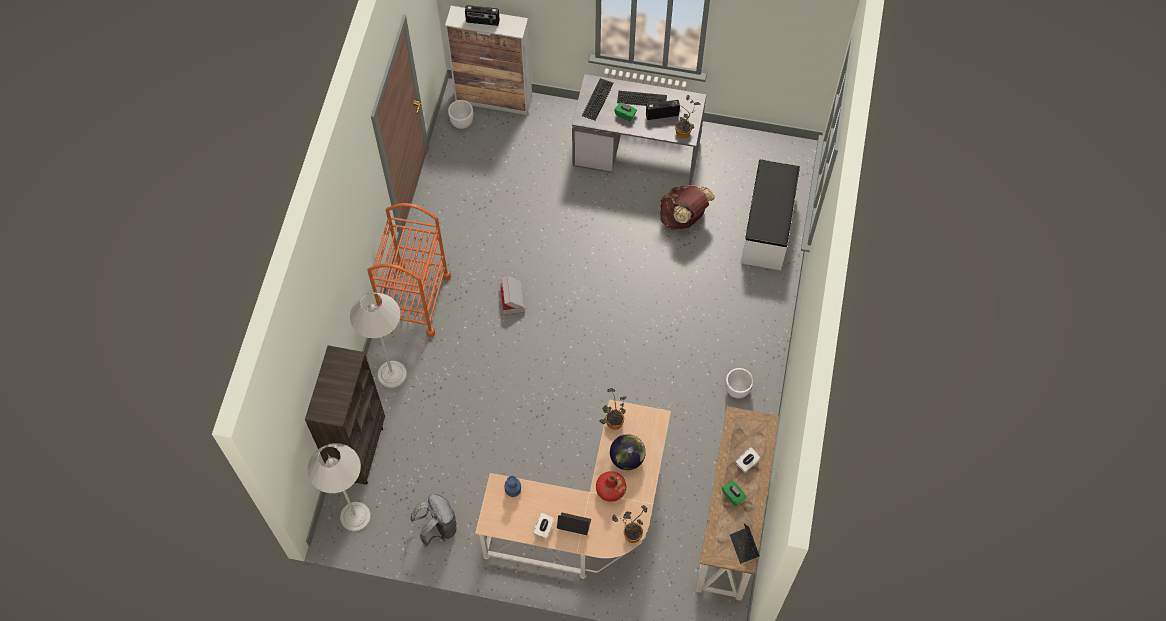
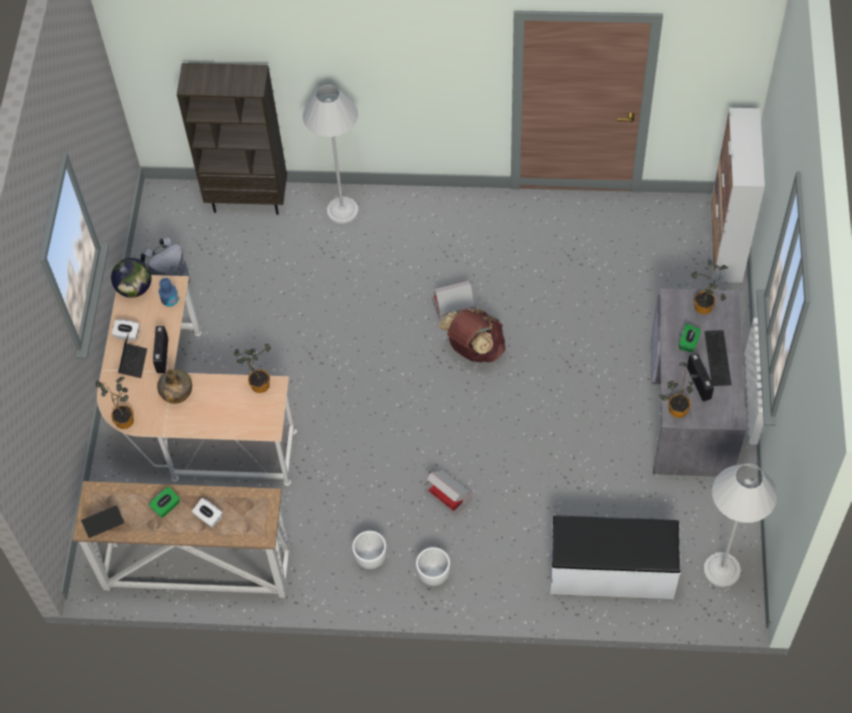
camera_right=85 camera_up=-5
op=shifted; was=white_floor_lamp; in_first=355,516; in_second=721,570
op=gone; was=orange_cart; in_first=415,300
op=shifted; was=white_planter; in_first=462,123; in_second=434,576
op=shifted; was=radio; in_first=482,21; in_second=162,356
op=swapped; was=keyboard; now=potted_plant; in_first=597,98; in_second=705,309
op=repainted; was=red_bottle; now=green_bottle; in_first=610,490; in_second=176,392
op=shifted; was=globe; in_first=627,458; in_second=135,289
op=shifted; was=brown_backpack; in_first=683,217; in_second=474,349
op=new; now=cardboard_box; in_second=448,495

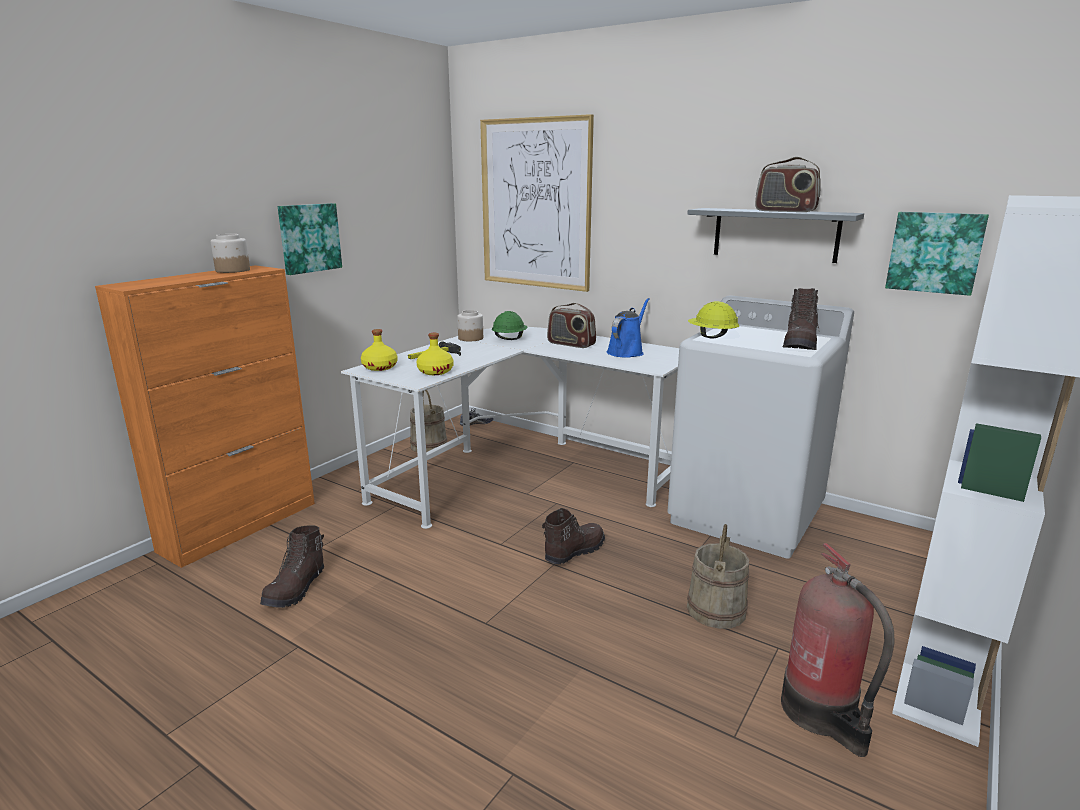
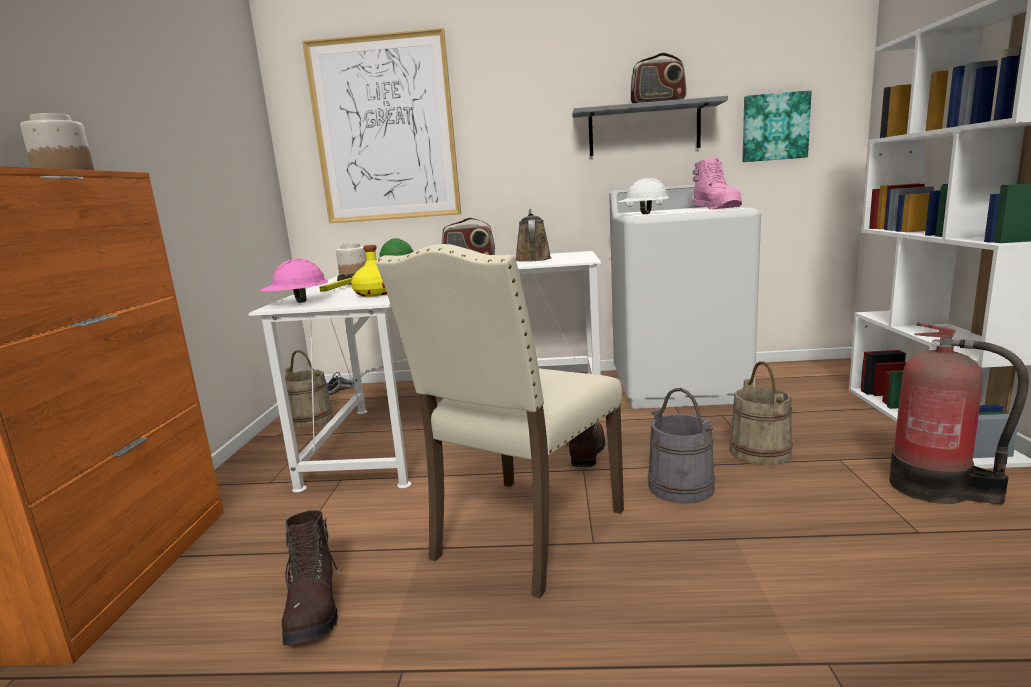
camera_right=-30 camera_up=-5
op=gone; was=picture; in_first=309,238
op=swapped; was=yellow_bottle; now=pink_hard_hat; in_first=380,367; in_second=297,302
op=repainted; was=blue_watering_can; now=brown_watering_can; in_first=626,352; in_second=532,259
op=repainted; was=yellow_hard_hat; now=white_hard_hat; in_first=711,337; in_second=643,214
op=repainted; was=brown_boot; now=pink_boot; in_first=799,344; in_second=717,208
op=new; now=beige_chair; in_second=523,534
op=new; now=grey_bucket; in_second=681,487

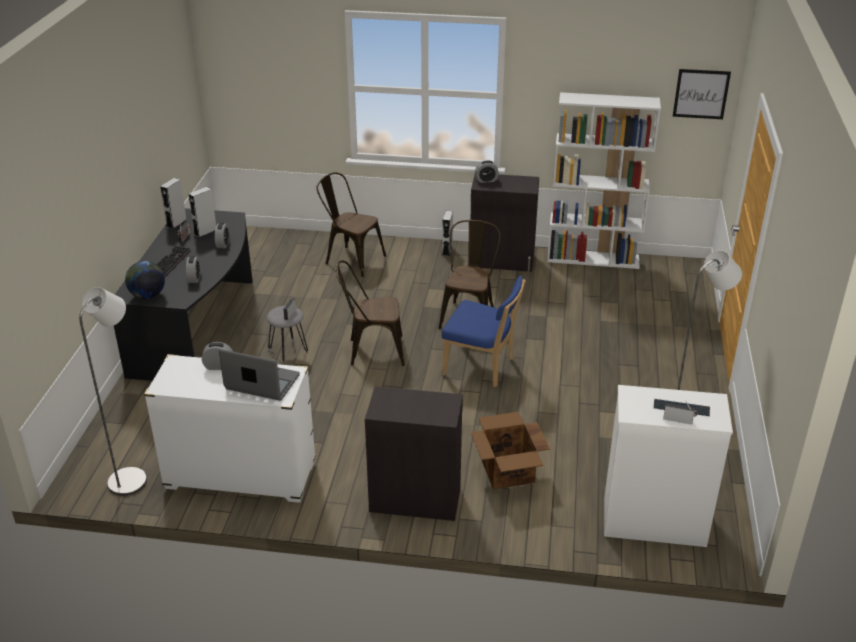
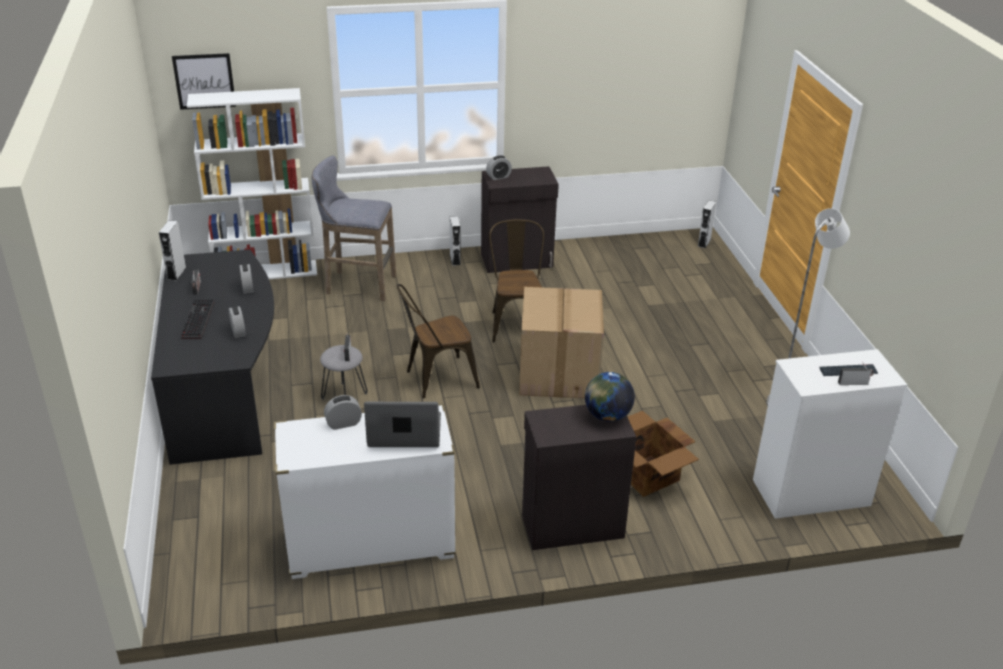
camera_right=-20 camera_up=0
op=gone; was=grey_floor_lamp; in_first=133,477
op=shifted; was=globe; in_first=147,295; in_second=607,416
op=shifted; was=grey_speaker; in_first=205,232; in_second=704,242
op=swapped; was=brown_chair; now=grey_stool; in_first=351,259; in_second=357,285
op=swapped; was=blue_chair; now=cardboard_box; in_first=481,367; in_second=560,374
op=shifted; was=white_bookcase; in_first=593,258; in_second=266,272
op=shifted; was=picture; in_first=701,94; in_second=204,81

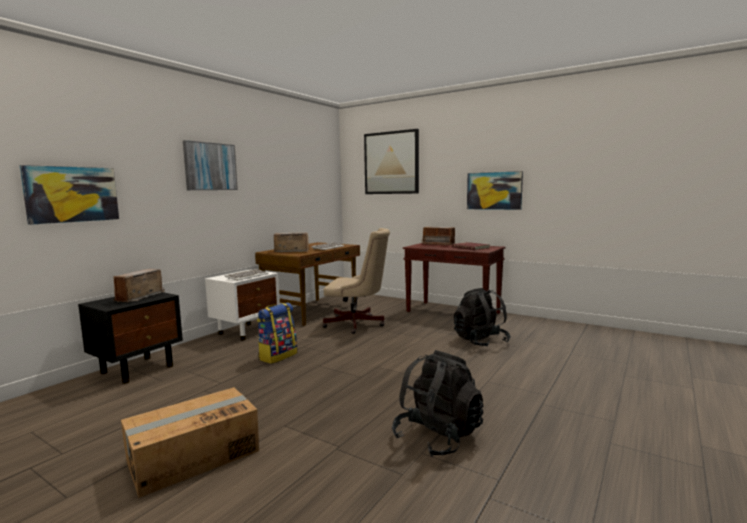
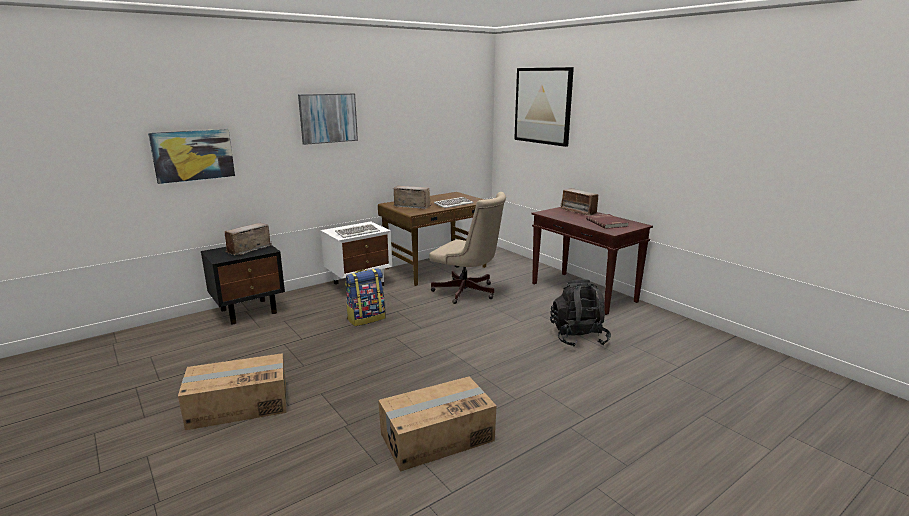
camera_right=20 camera_up=10
op=swapped; was=black_backpack; now=cardboard_box; in_first=438,437; in_second=436,437
op=gone; was=picture; in_first=494,191

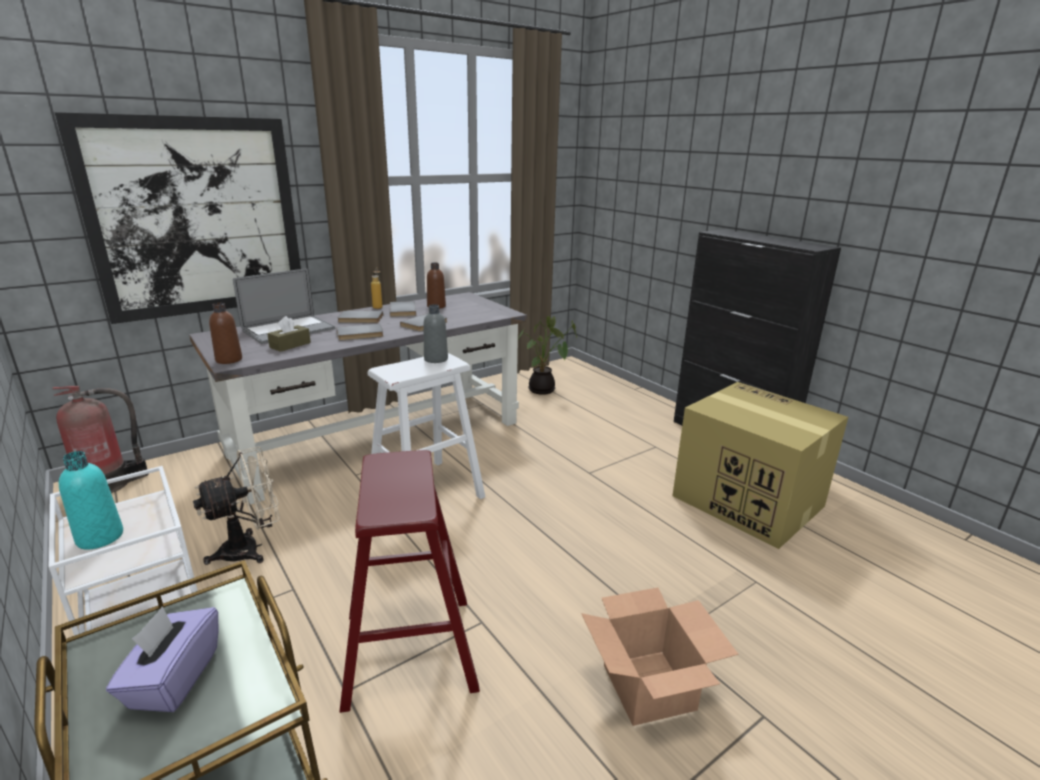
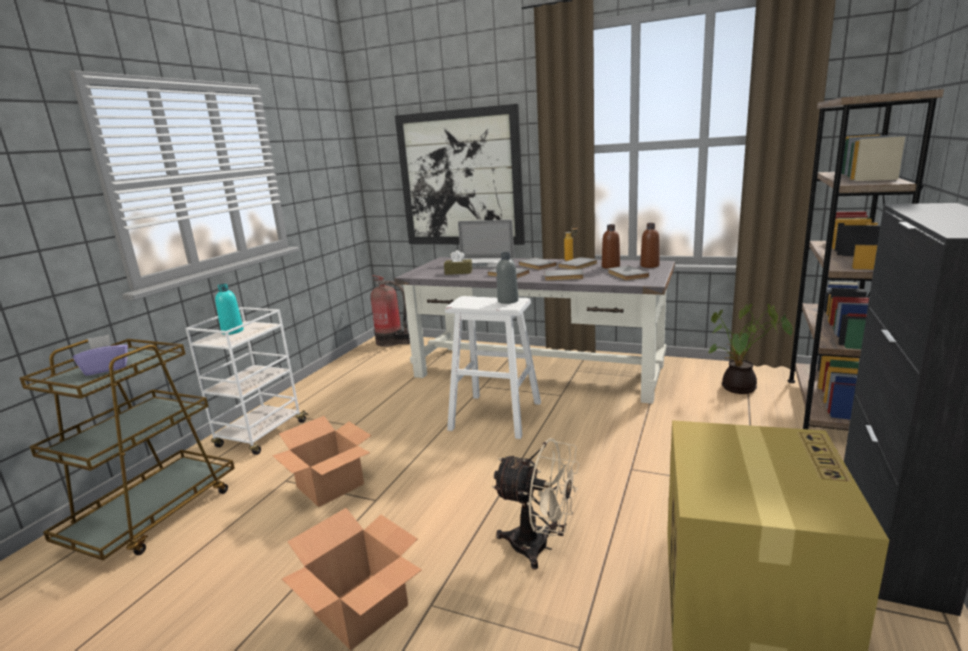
camera_right=60 camera_up=-5
op=shifted; was=beige_fan; in_first=250,548; in_second=540,547
op=shifted; was=brown_bottle; in_first=229,360; in_second=649,266
op=swapped; was=red_stool; now=cardboard_box; in_first=410,649; in_second=331,485
op=new; now=grey_book; in_second=626,275
op=new; now=brown_bookcase; in_second=827,410

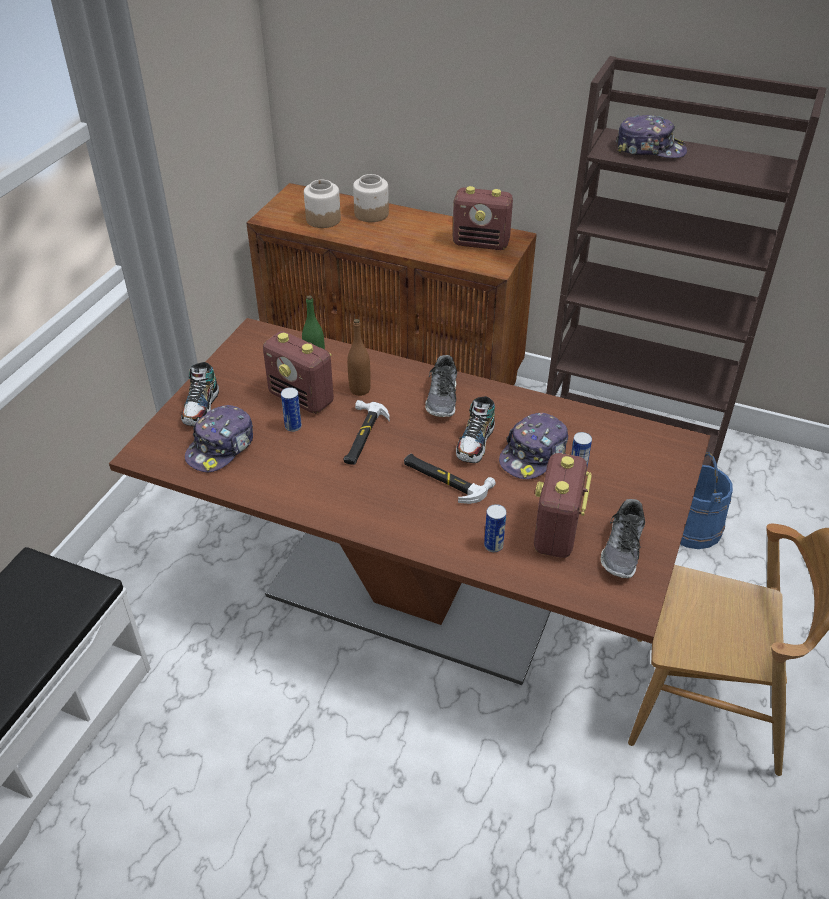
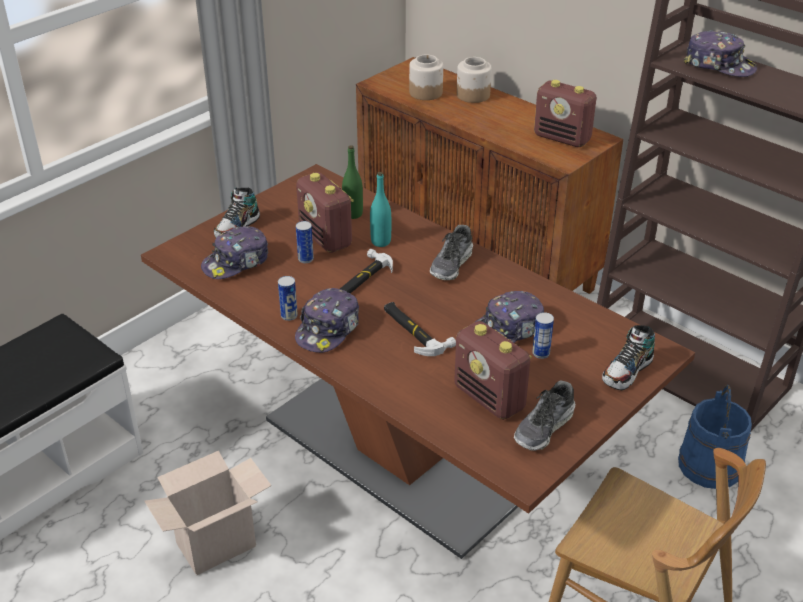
camera_right=20 camera_up=-5
op=repainted; was=brown_bottle; now=turquoise_bottle; in_first=360,389; in_second=381,242
op=shifted; was=shoe; in_first=475,443; in_second=627,371
op=shifted; was=can; in_first=493,545; in_second=289,316
op=rotated; was=radio; in_first=556,532; in_second=490,398; clockwise=-75
op=new; now=cardboard_box; in_second=217,542
op=new; now=cap; in_second=328,329

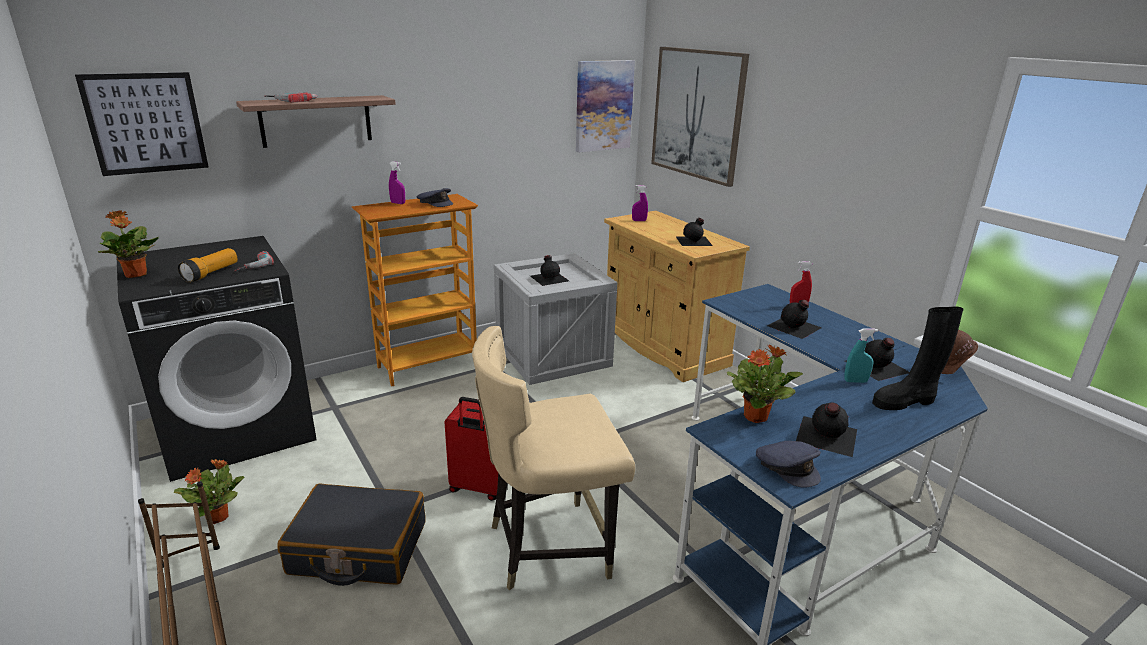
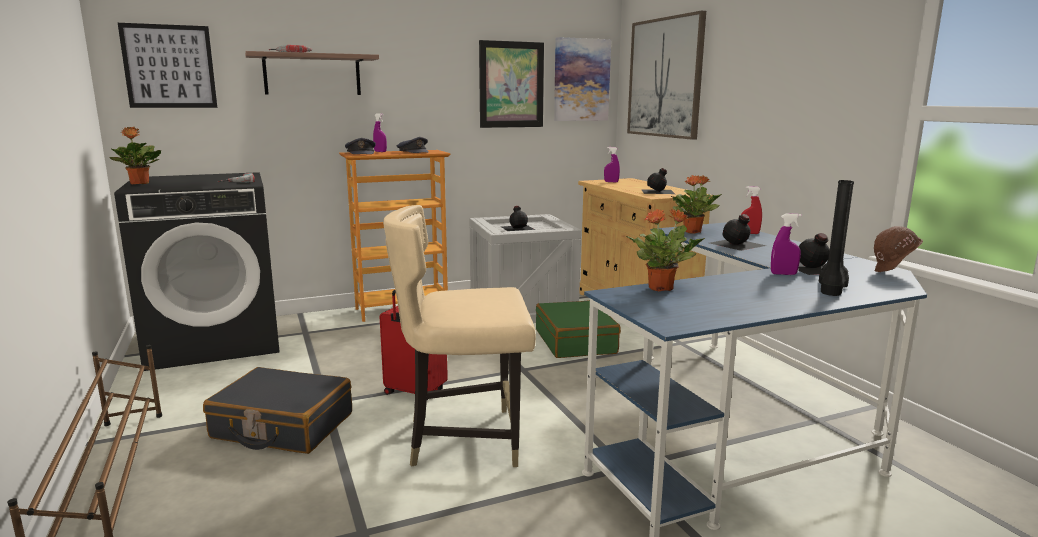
camera_right=10 camera_up=-10
op=shifted; was=potted_plant; in_first=218,517; in_second=692,231
op=gone; was=flashlight; in_first=211,273
op=shifted; was=grey_cap; in_first=788,467; in_second=361,153
op=gone; was=black_bottle; in_first=825,435
op=repainted; was=turquoise_spray_bottle; now=purple_spray_bottle; in_first=855,381; in_second=783,274
op=rotated; was=black_boot; in_first=905,401; in_second=832,287; clockwise=120
op=new; now=picture; in_second=511,85
op=new; now=green_suitcase; in_second=576,342

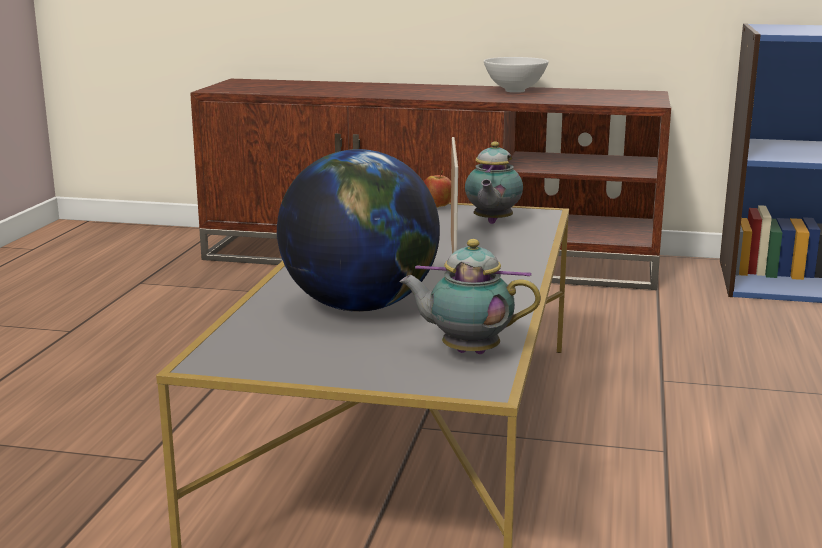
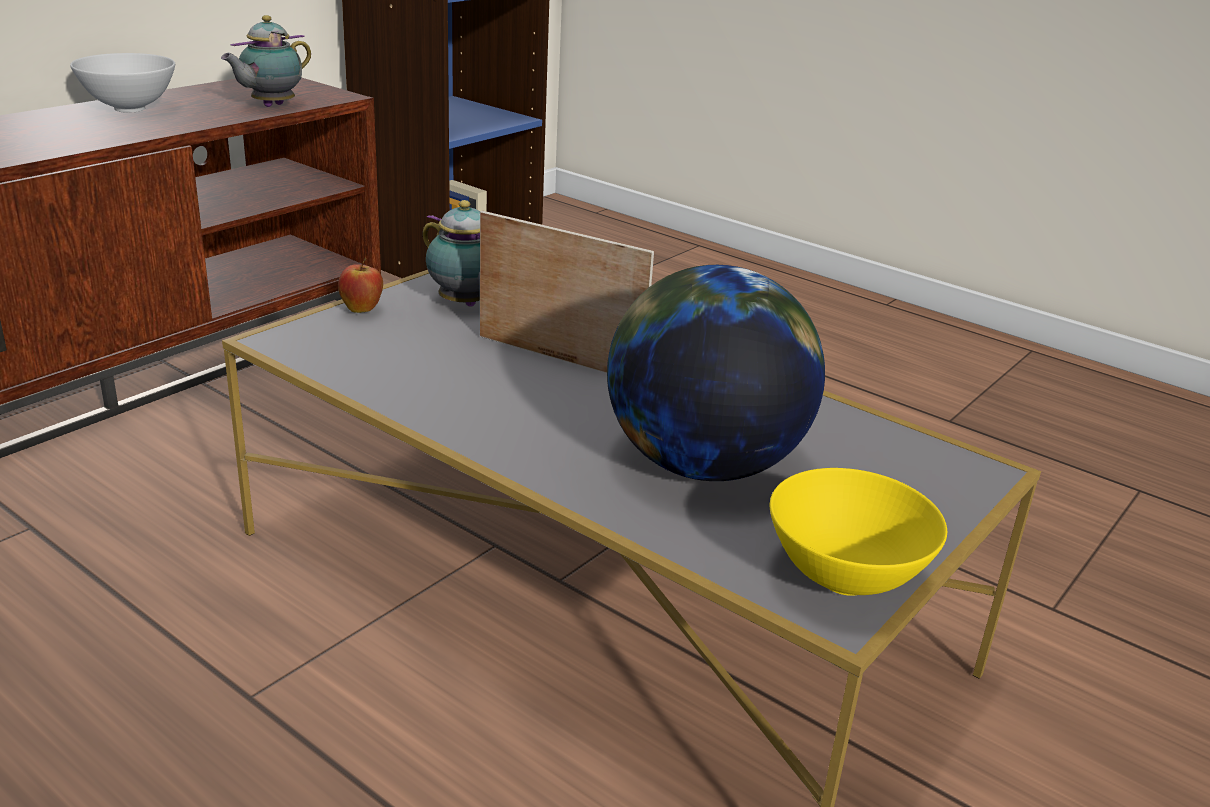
camera_right=-65 camera_up=10
op=shifted; was=teapot; in_first=466,352; in_second=270,106
op=new; now=yellow_bowl; in_second=844,580

